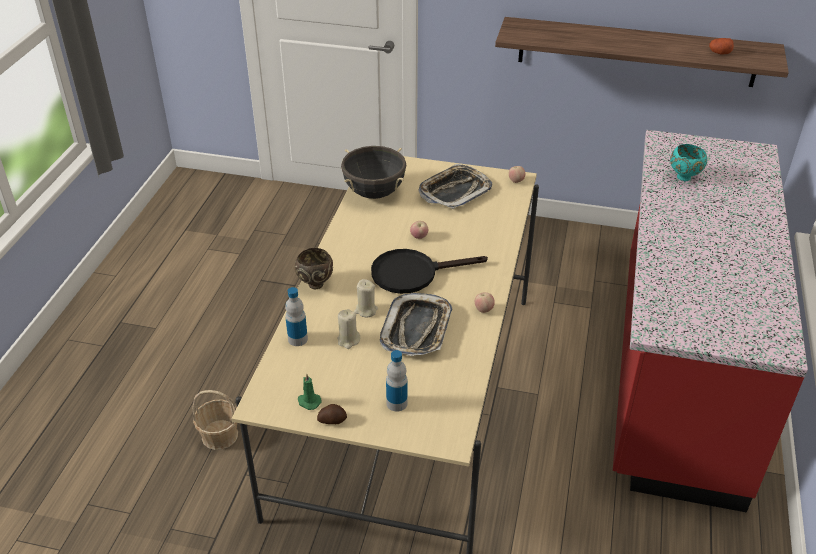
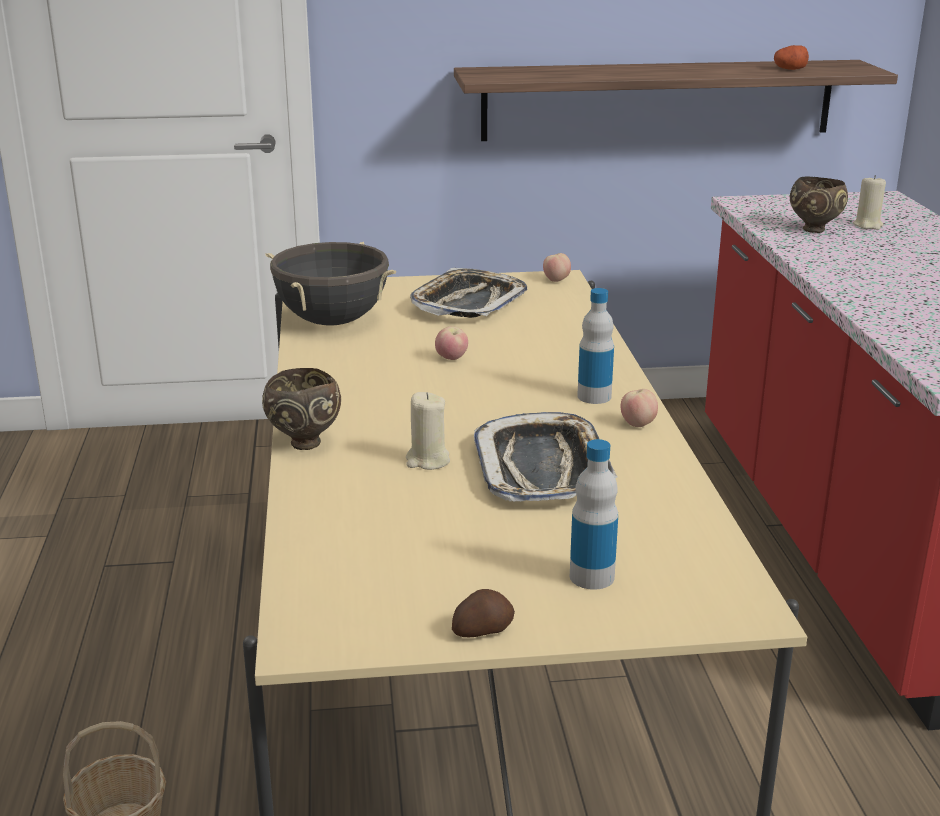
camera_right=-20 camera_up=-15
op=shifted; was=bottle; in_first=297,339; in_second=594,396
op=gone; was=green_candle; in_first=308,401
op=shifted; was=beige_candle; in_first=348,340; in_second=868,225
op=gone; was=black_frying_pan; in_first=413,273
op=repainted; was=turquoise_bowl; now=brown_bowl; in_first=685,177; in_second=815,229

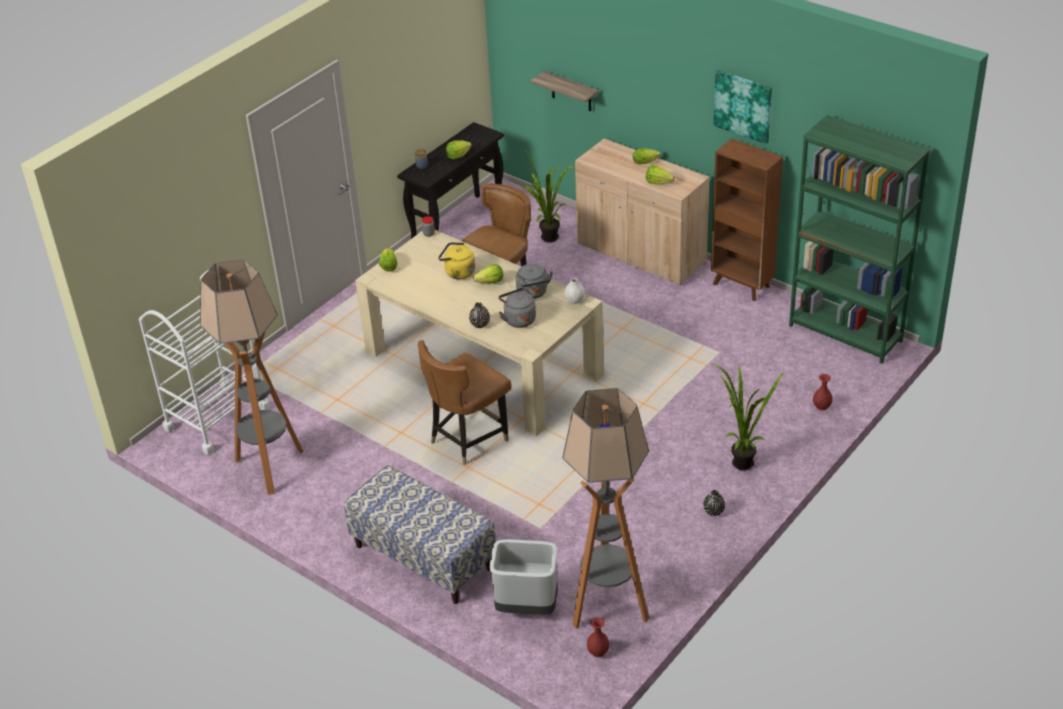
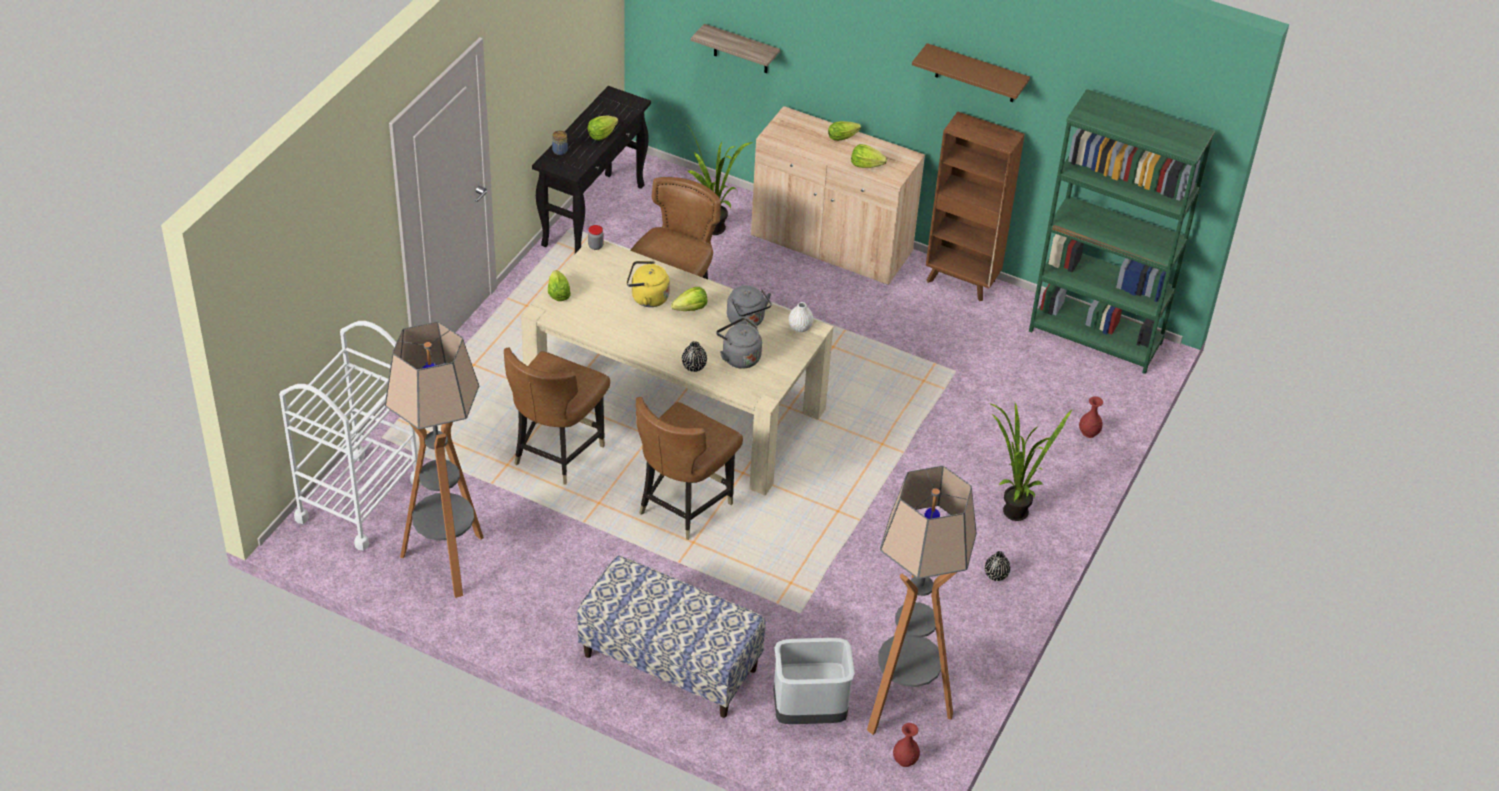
camera_right=-15 camera_up=5
op=swapped; was=picture; now=brown_shelf; in_first=743,105; in_second=976,74
op=new; now=brown_chair; in_second=556,452

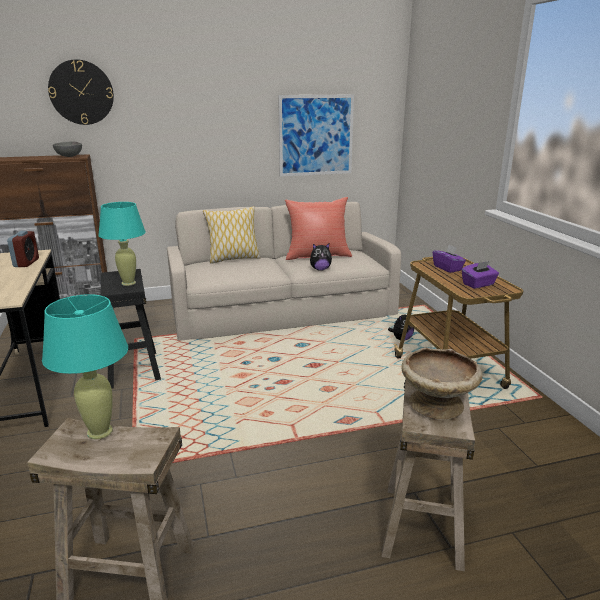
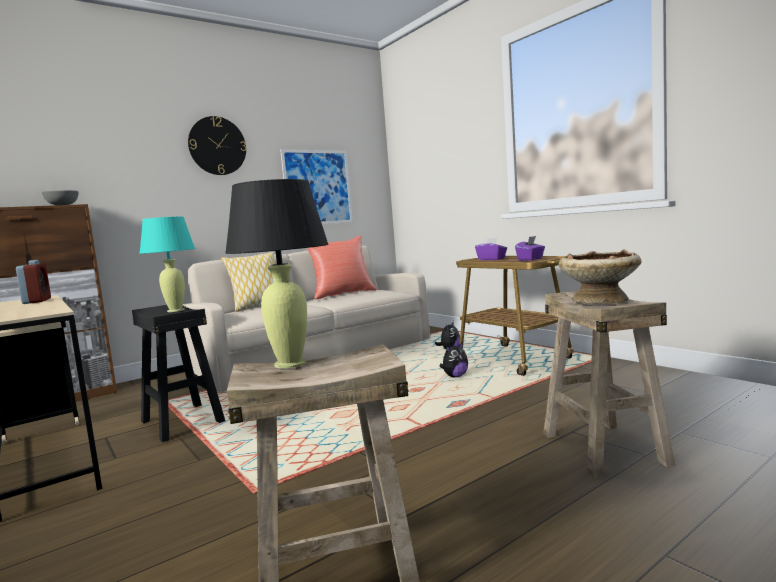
camera_right=-20 camera_up=-15
op=repainted; was=turquoise_table_lamp; now=black_table_lamp; in_first=100,432; in_second=290,363
op=shifted; was=wall_clock; in_first=81,92; in_second=217,146
op=shifted; was=plush_toy; in_first=320,269; in_second=455,376

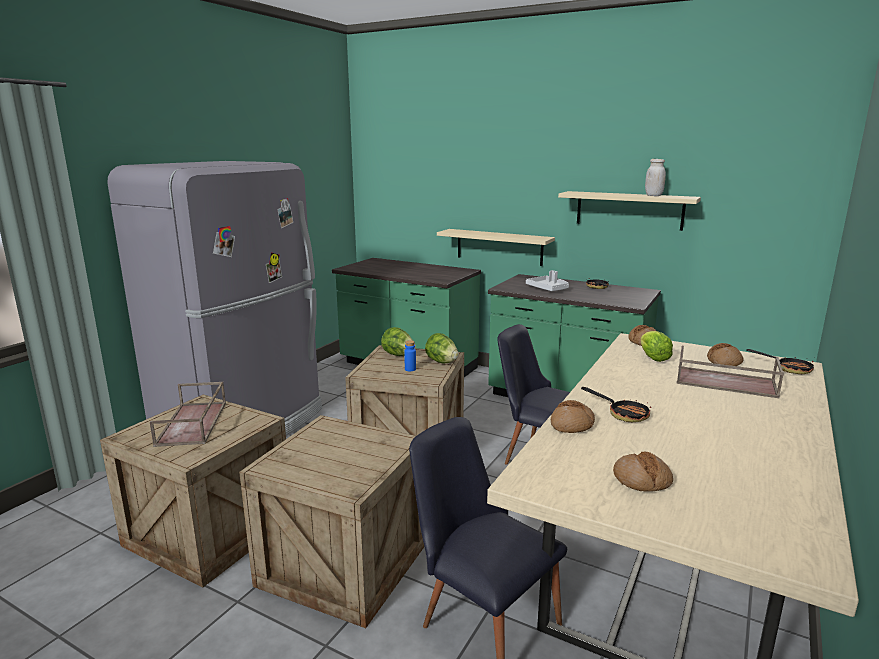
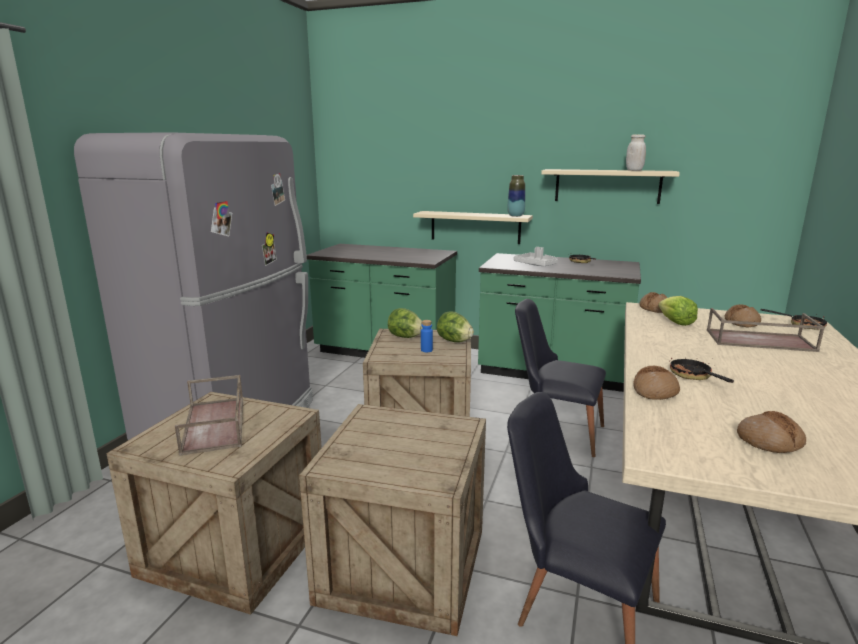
camera_right=-10 camera_up=0
op=rotated; was=frying_pan; in_first=622,414; in_second=693,376; clockwise=-135
op=new; now=vase; in_second=515,216

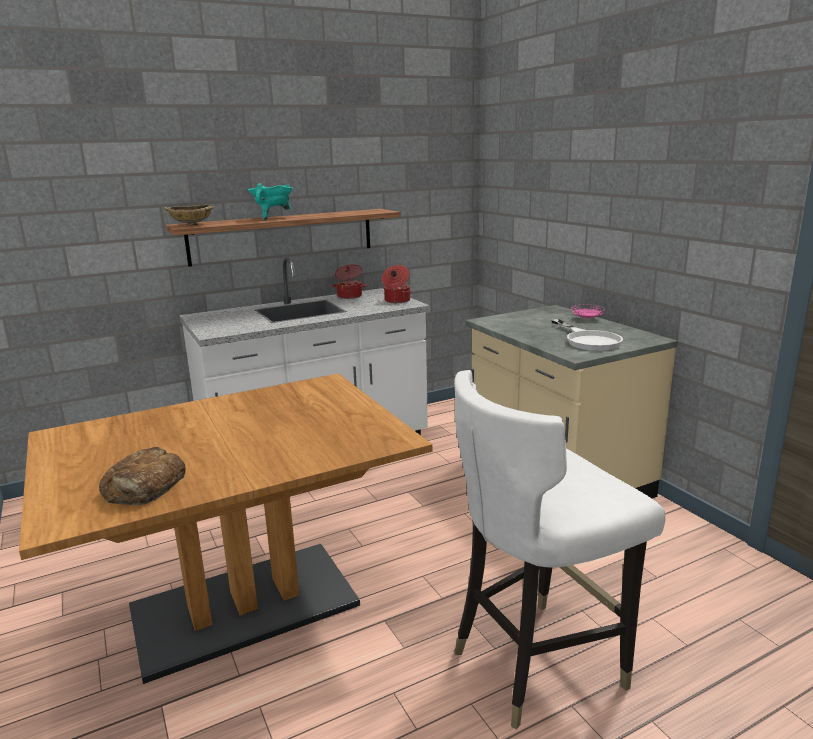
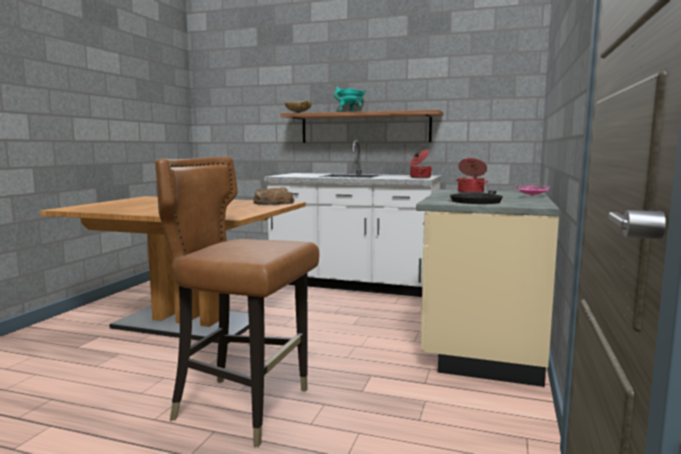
camera_right=45 camera_up=-10
op=shifted; was=bread; in_first=144,486; in_second=272,203
op=shifted; was=cooking_pot; in_first=349,296; in_second=471,192
op=repainted; was=white_chair; now=brown_chair; in_first=537,662; in_second=243,407
op=repainted; was=white_frying_pan; now=black_frying_pan; in_first=588,340; in_second=478,200

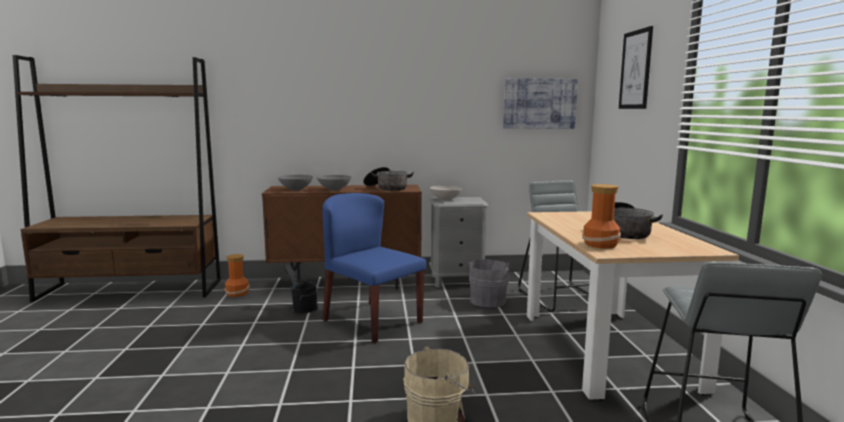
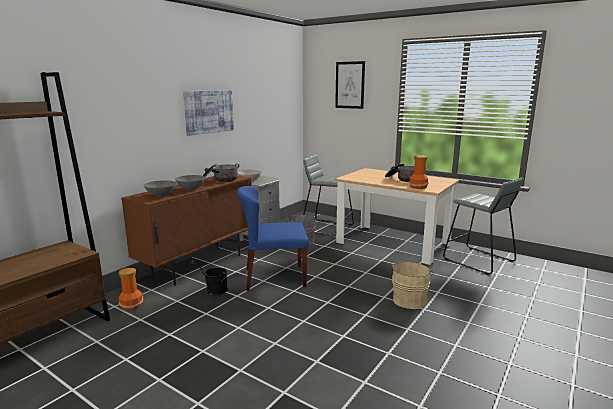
camera_right=-50 camera_up=5
op=shifted; was=picture; in_first=539,103; in_second=209,112

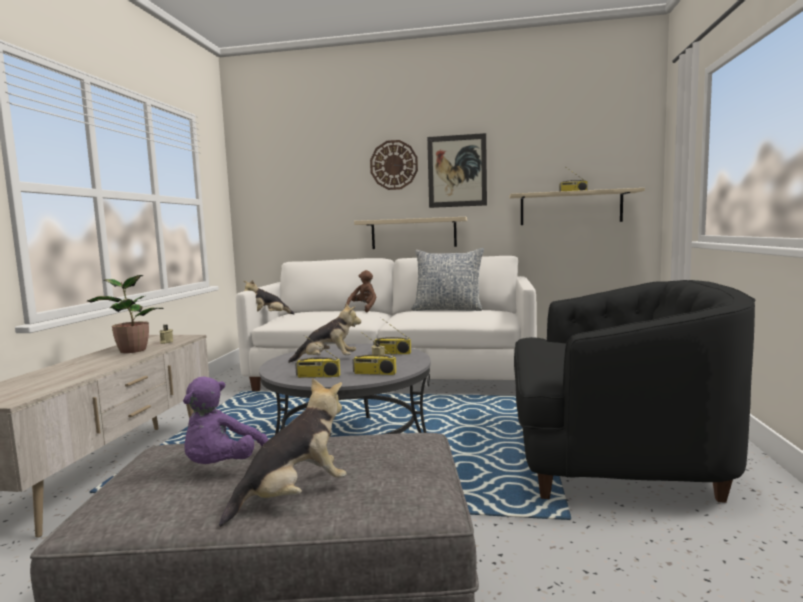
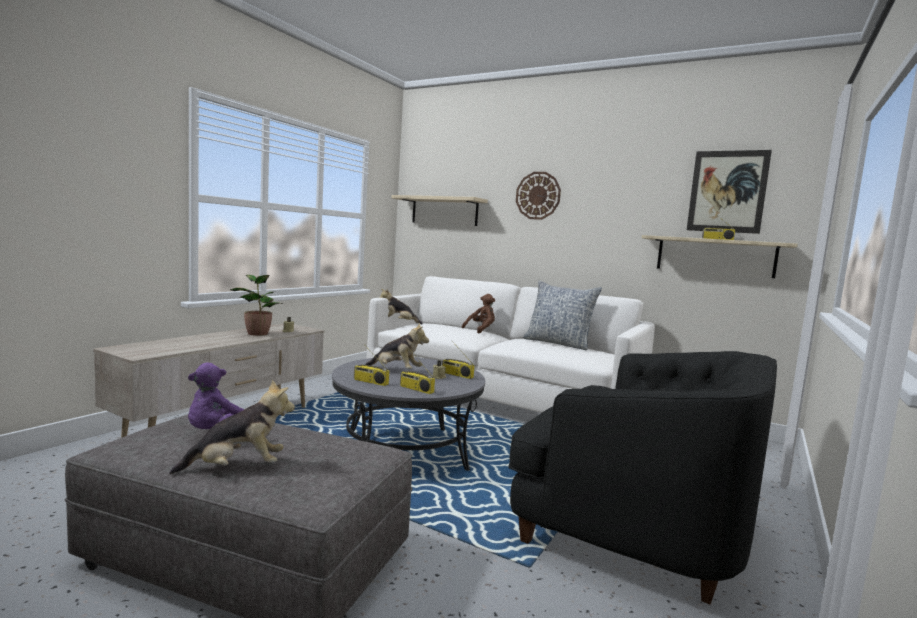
camera_right=20 camera_up=0
op=shifted; was=beige_shelf; in_first=413,233; in_second=444,211
op=shifted; was=picture; in_first=457,171; in_second=727,191

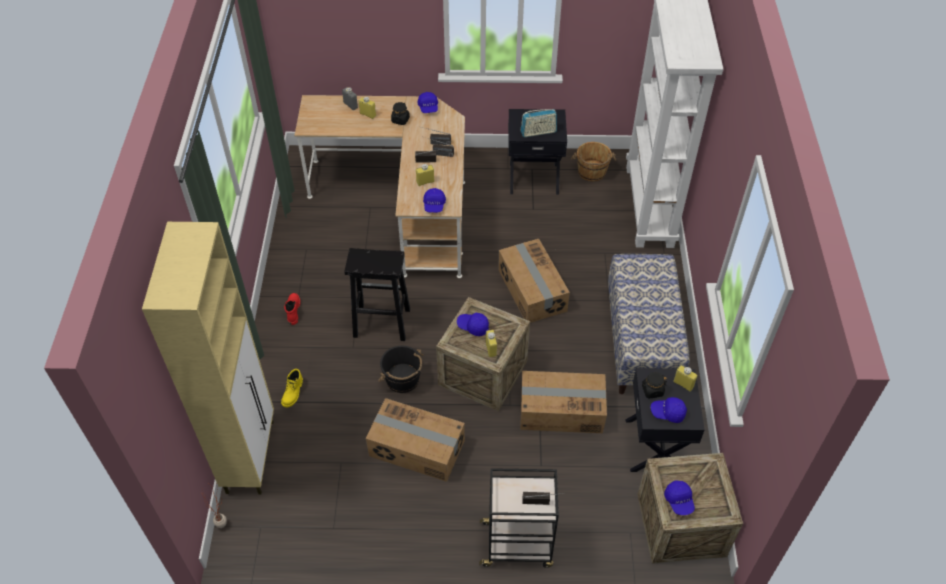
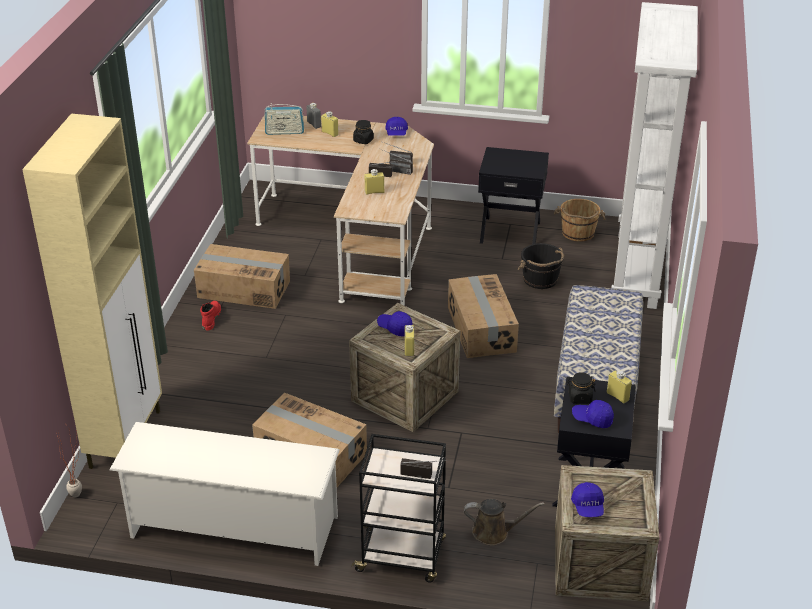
camera_right=10 camera_up=-15
op=gone; was=yellow_boot; in_first=293,393
op=gone; was=black_stool; in_first=380,323
op=shifted; was=black_bucket; in_first=403,379; in_second=540,280
op=gone; was=blue_cap; in_first=434,205
op=shifted; was=radio; in_first=538,132; in_second=284,132
op=shifted; was=cardboard_box; in_first=561,410; in_second=244,289
op=new; now=white_shoe_rack; in_second=233,527
op=new; now=brown_watering_can; in_second=494,532

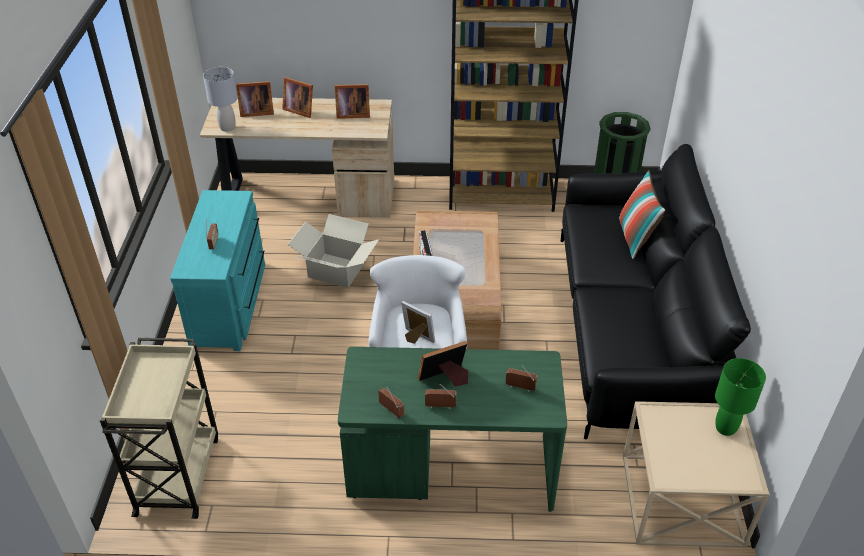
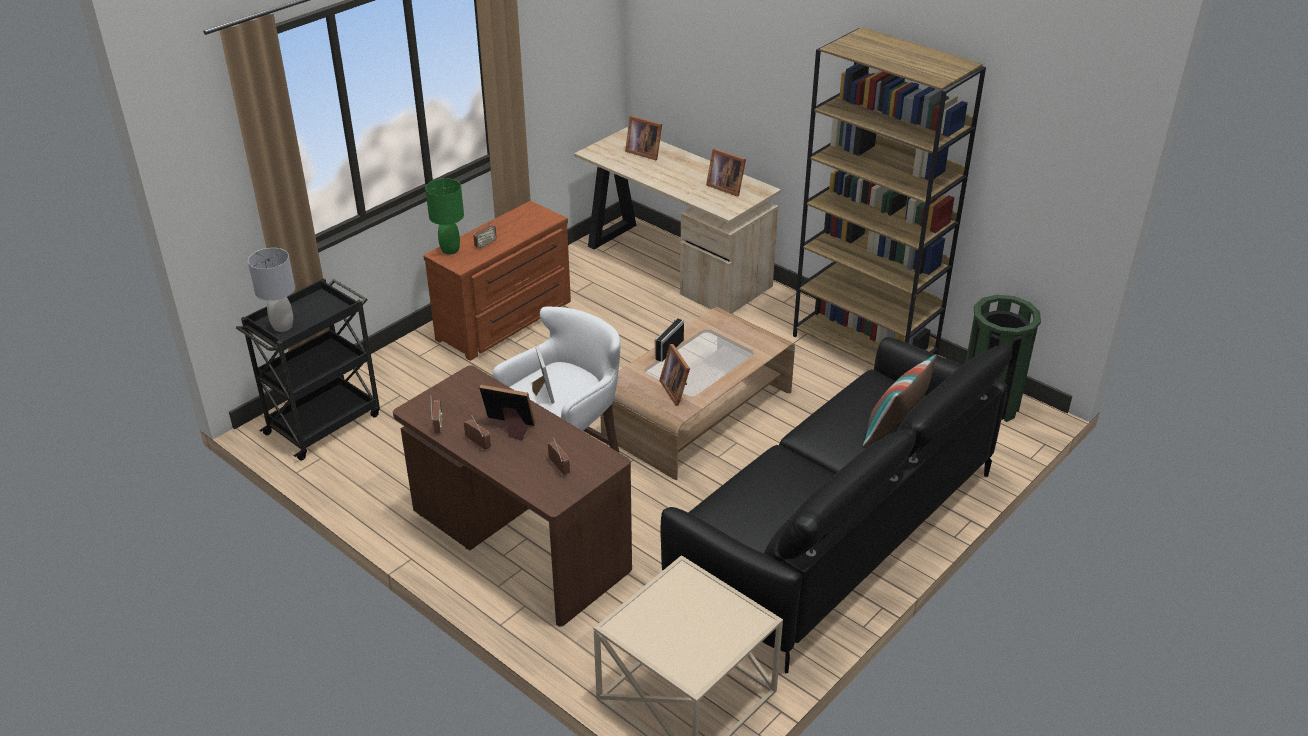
camera_right=40 camera_up=-5
op=repainted; was=beige_cart; now=black_cart; in_first=178,473; in_second=325,423
op=repainted; was=turquoise_dresser; now=brown_dresser; in_first=231,303; in_second=507,321
op=shifted; was=grey_table_lamp; in_first=227,128; in_second=282,326
op=shifted; was=picture_frame; in_first=299,110; in_second=677,390
op=gone; was=cardboard_box; in_first=336,270
op=repainted; was=green_desk; now=brown_desk; in_first=450,470; in_second=517,543
op=shifted; was=green_table_lamp; in_first=725,428; in_second=450,250

